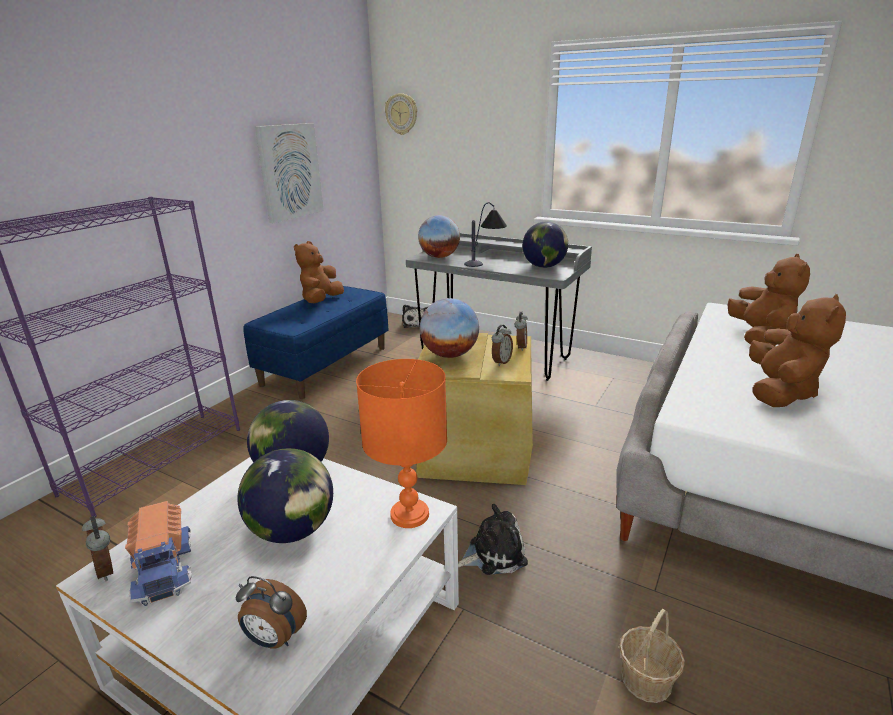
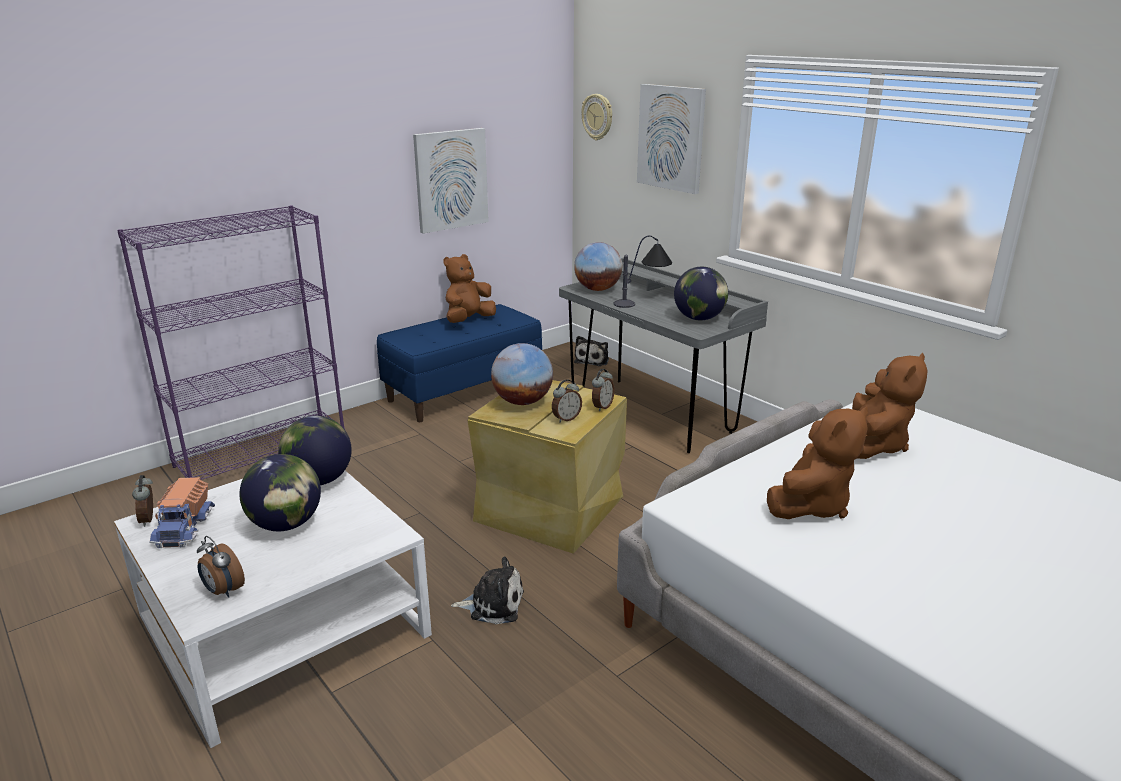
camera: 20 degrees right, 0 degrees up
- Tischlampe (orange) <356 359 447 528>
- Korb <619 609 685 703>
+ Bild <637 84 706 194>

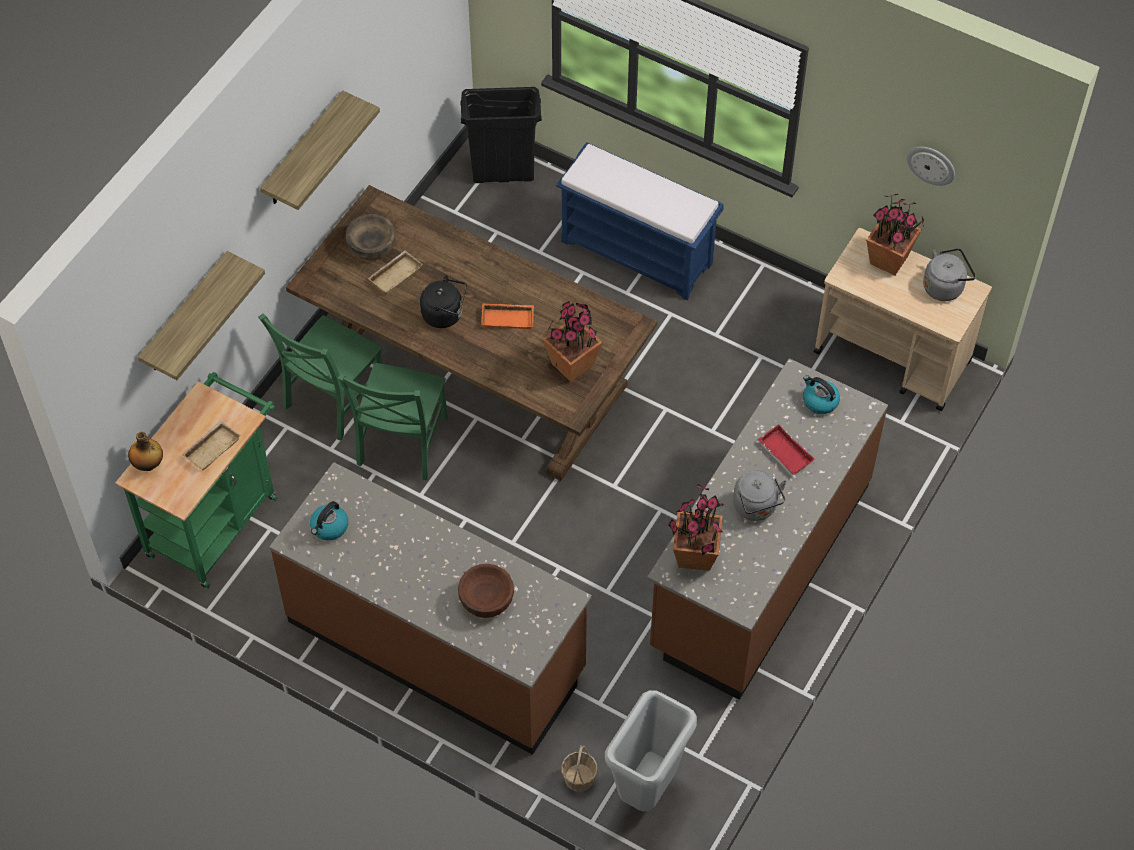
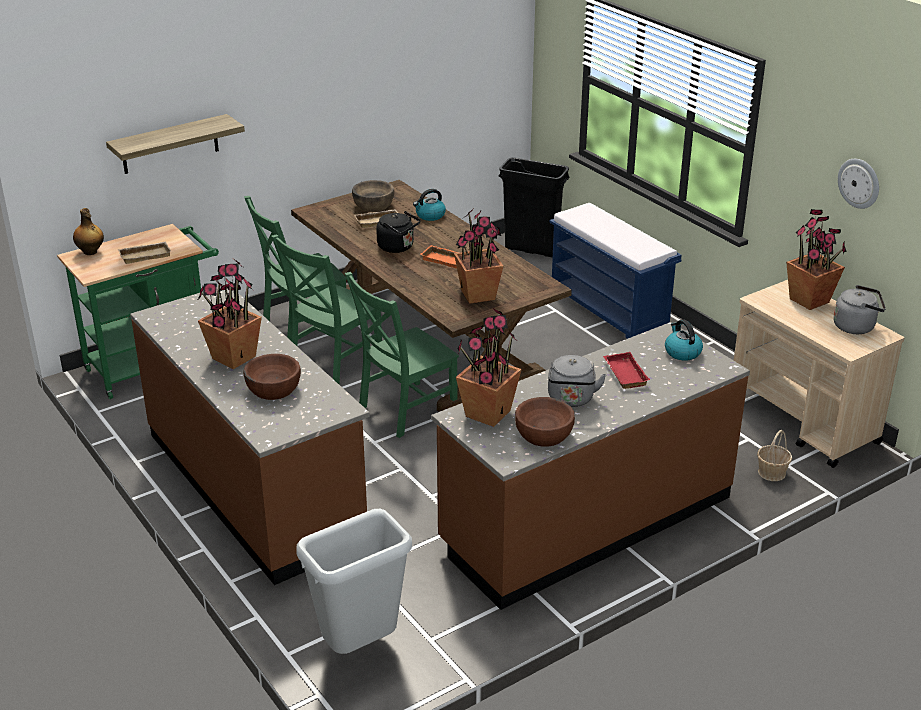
camera: 25 degrees right, 25 degrees down
- Wandregal <260 91 380 210>
~ Wasserkessel <310 501 348 540> to <413 189 446 221>
~ Korb <561 745 598 792> to <757 430 792 481>
+ Topfpflanze <198 260 262 369>
+ Stuhl (grün) <345 272 459 438>
+ Schüssel (braun) <515 397 575 447>

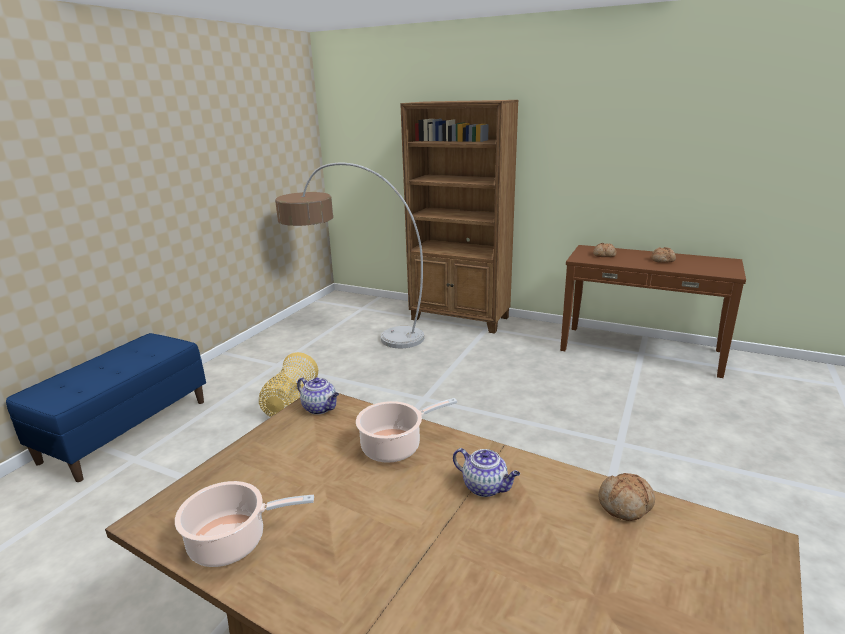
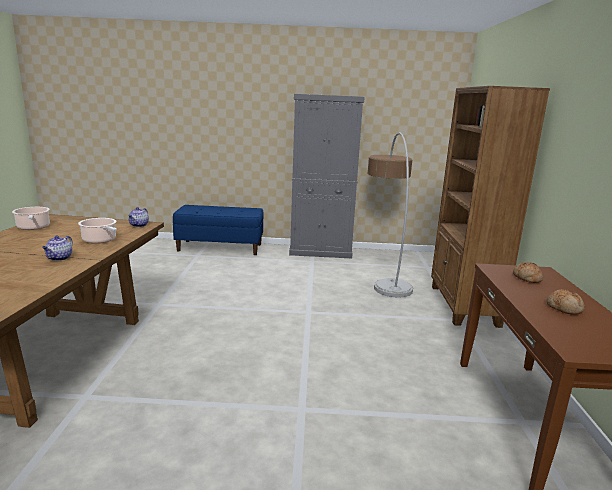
camera: 65 degrees right, 5 degrees down
- Korb <259 352 318 417>
- Brot <599 473 655 521>
+ Schrank (grau) <289 94 365 258>

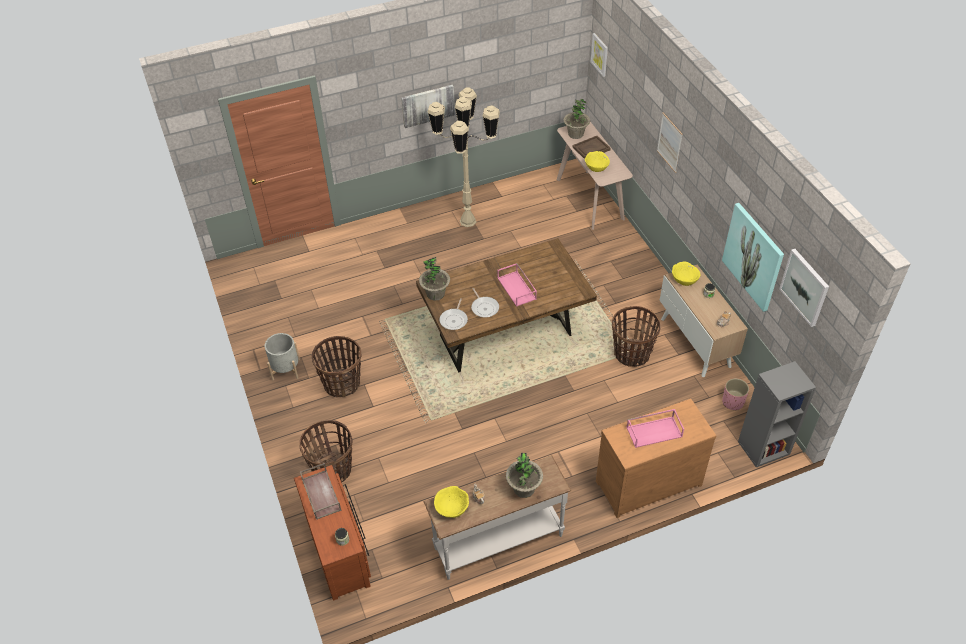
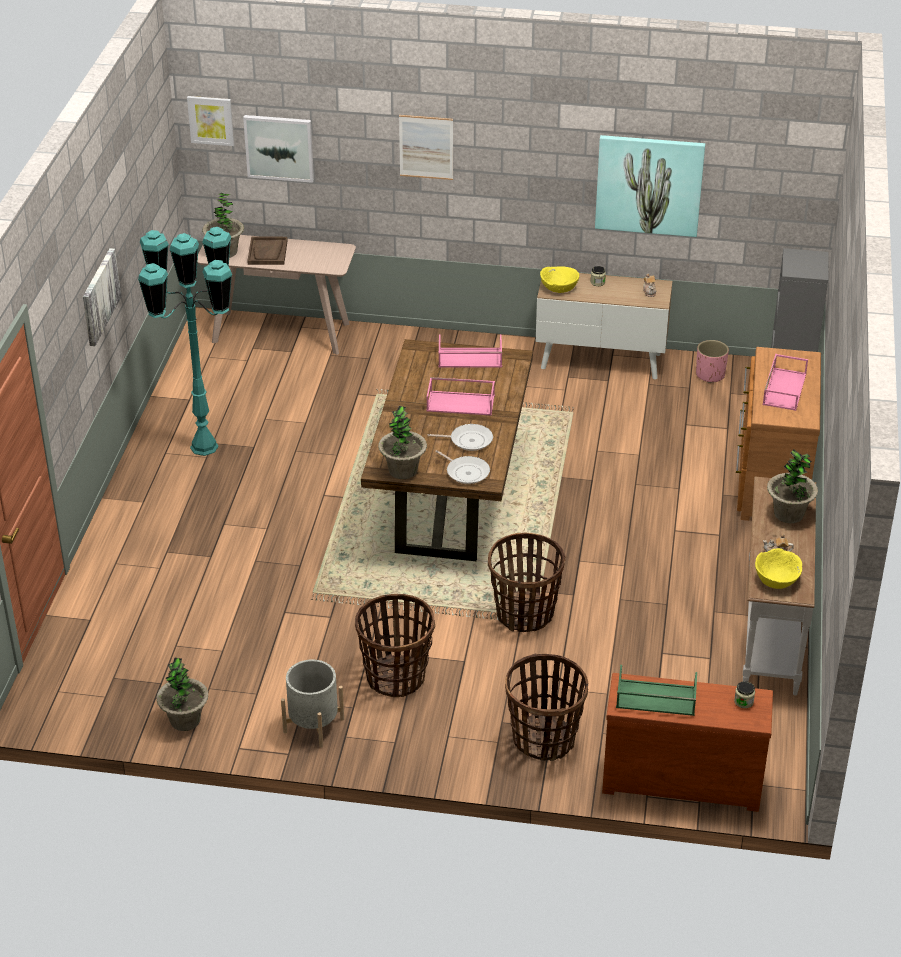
camera: 60 degrees left, 10 degrees down
~ Tablett (braun) <300 463 342 520> to Tablett (grün) <616 665 697 716>
~ Stehlampe (beige) <427 87 500 227> to Stehlampe (türkis) <138 227 232 456>
- Schüssel (gelb) <585 151 610 172>
~ Korb <612 306 661 367> to <488 533 566 632>
~ Bild <779 249 829 327> to <243 115 314 183>
+ Topfpflanze <156 658 209 731>
+ Tablett (rosa) <438 334 502 367>

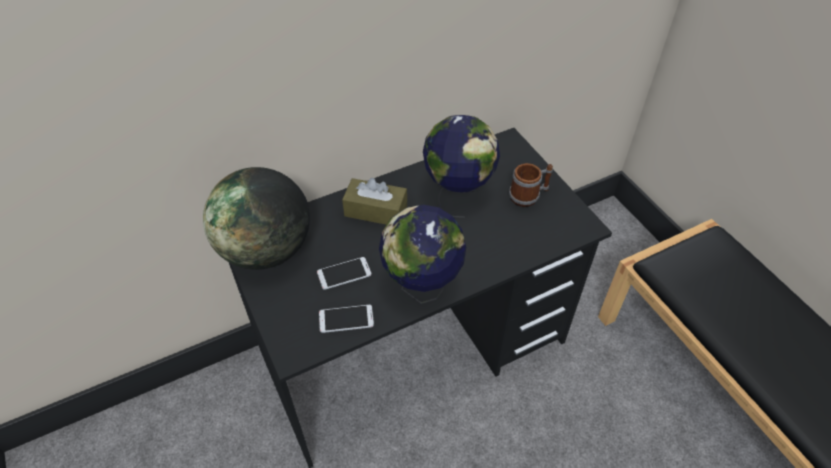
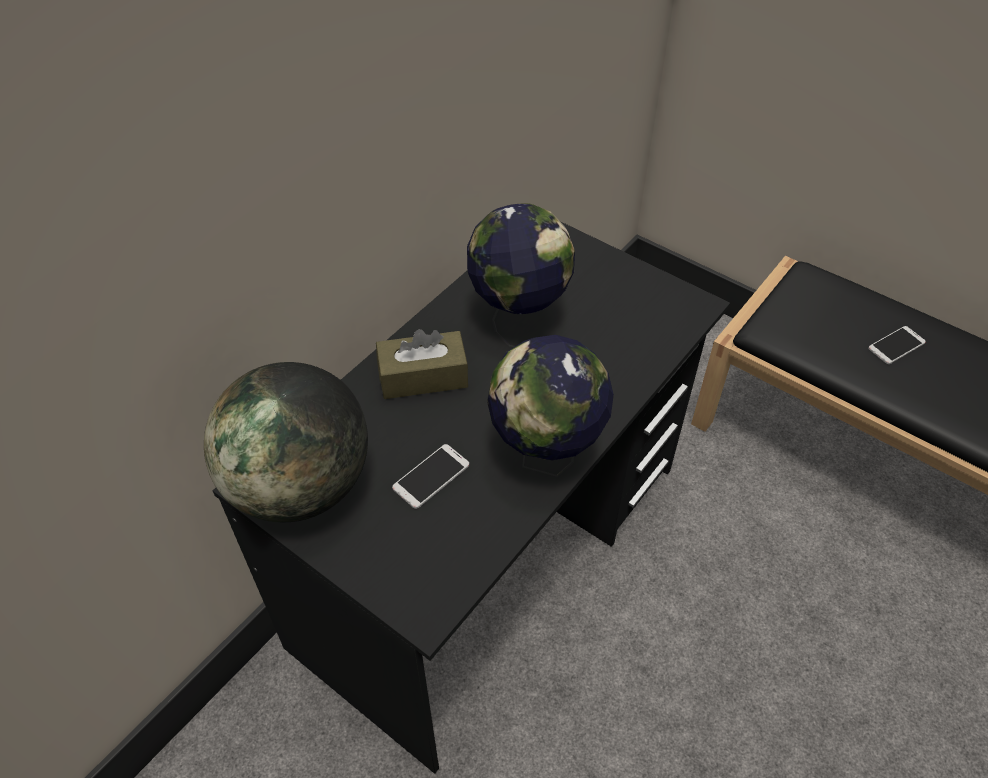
camera: 25 degrees left, 0 degrees up
~ Handy <319 305 374 333> to <868 326 926 364>
- Henkelbecher <509 163 553 207>

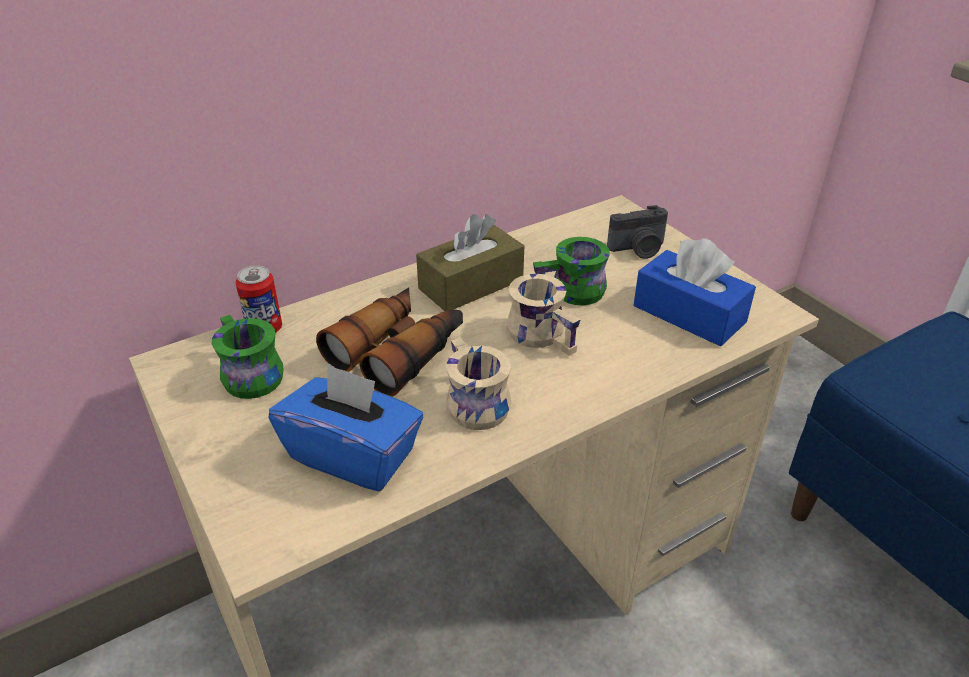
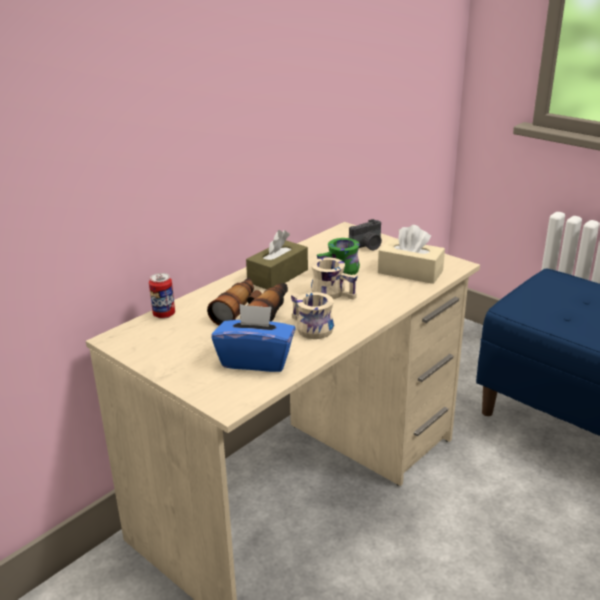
camera: 15 degrees left, 10 degrees down
- Henkelbecher (grün) <212 315 284 399>
~ Taschentuchbox (blau) <634 238 756 346> to Taschentuchbox (beige) <378 225 445 284>

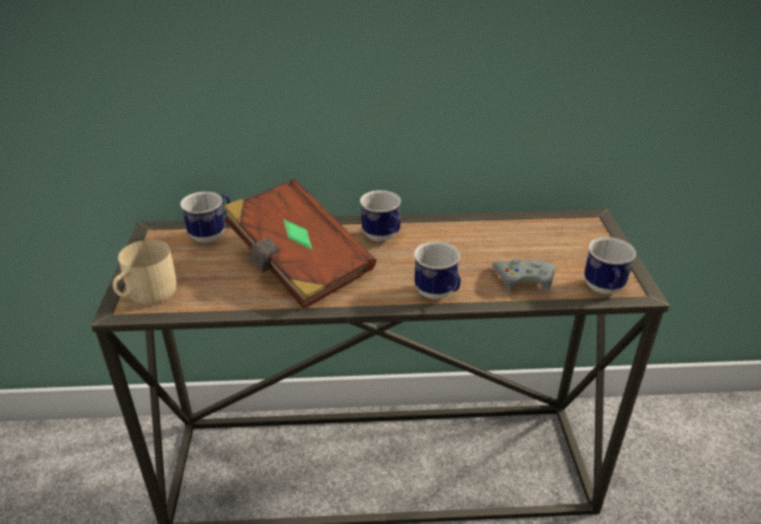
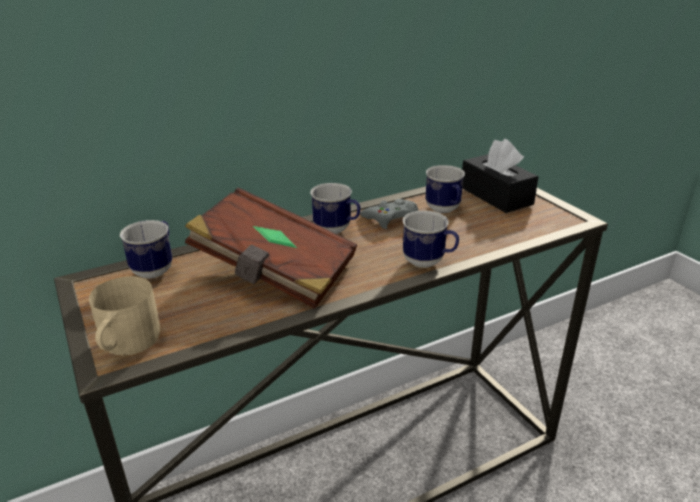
camera: 25 degrees left, 5 degrees down
~ Gamepad (grau) <492 258 555 292> to <360 199 419 229>
~ Henkelbecher <584 237 636 295> to <426 165 465 213>
+ Taschentuchbox (schwarz) <462 139 538 213>

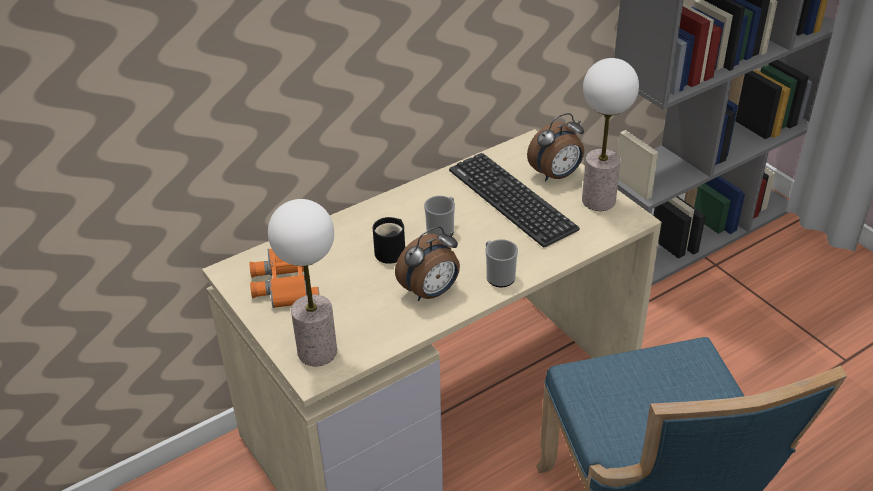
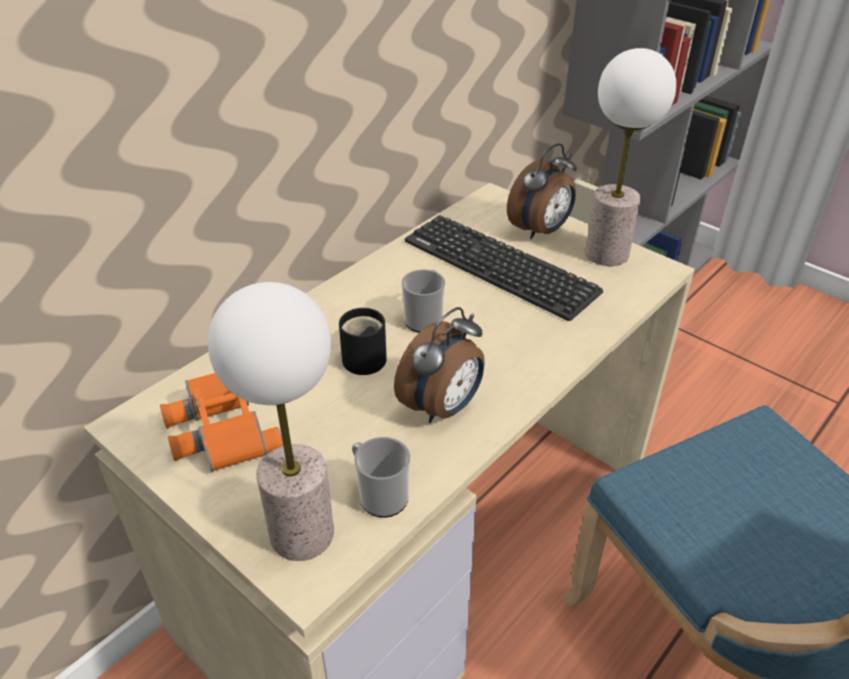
camera: 15 degrees left, 0 degrees up
~ Henkelbecher <485 239 518 287> to <352 437 410 518>

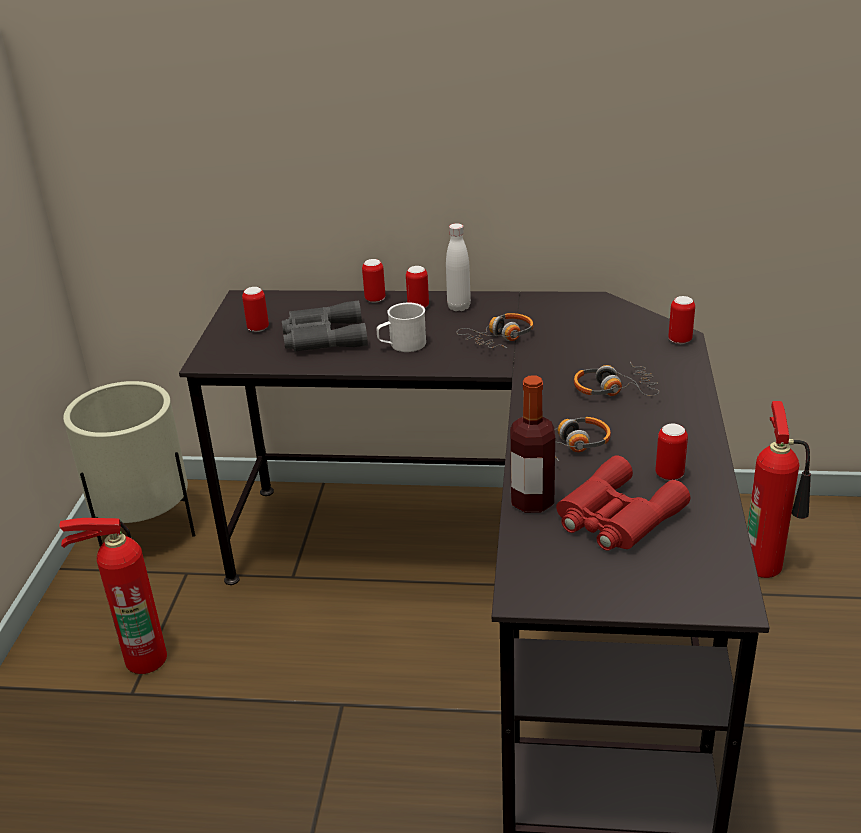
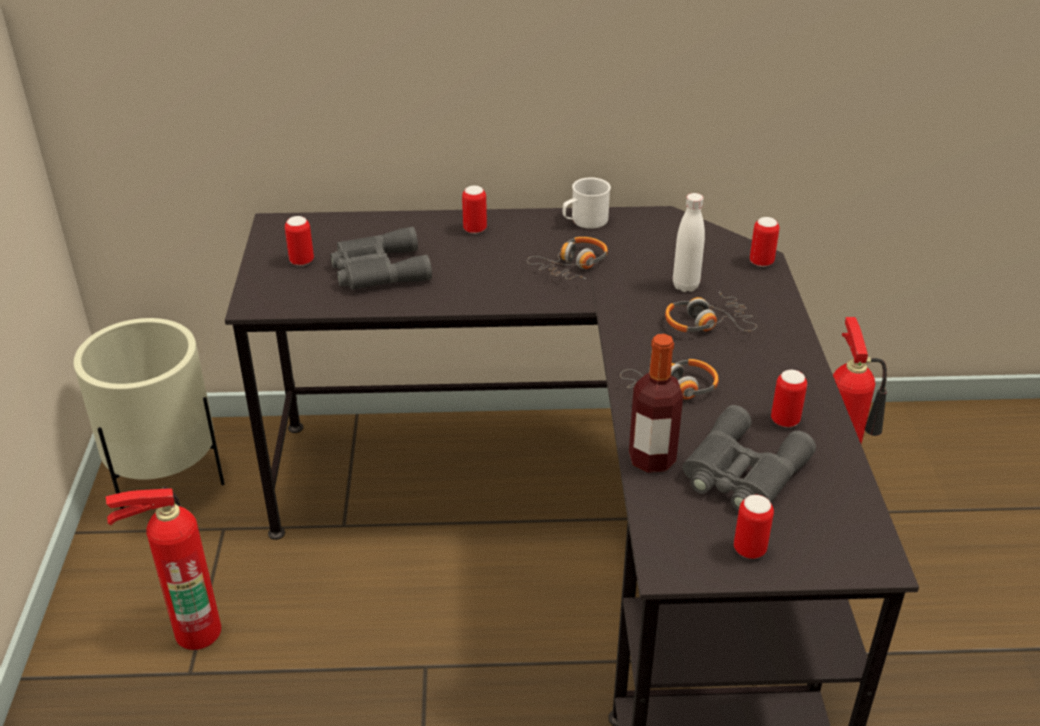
camera: 10 degrees left, 5 degrees up
~ Dose <362 259 386 303> to <734 495 774 559>
~ Henkelbecher (weiß) <377 302 426 352> to <563 177 611 229>
~ Flasche (weiß) <446 223 471 311> to <673 193 705 292>
~ Fernglas (rot) <556 456 690 551> to Fernglas (grau) <682 405 816 511>

